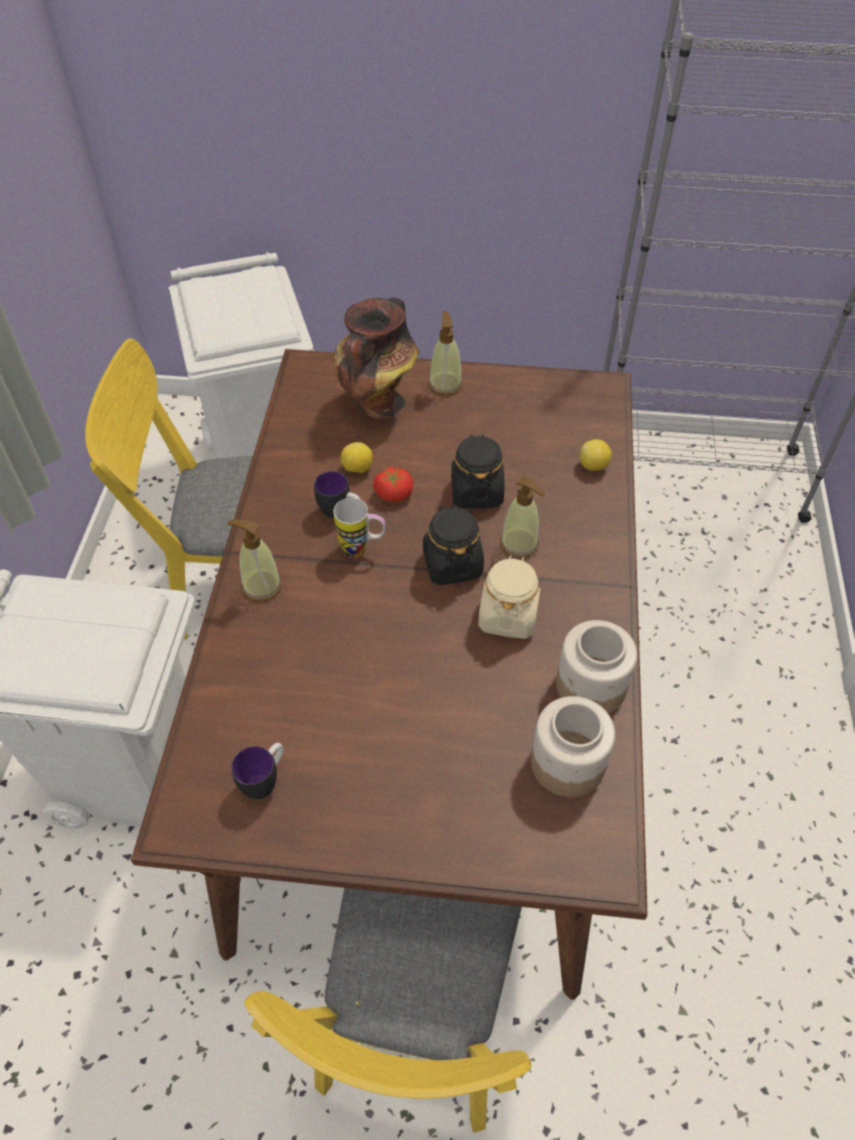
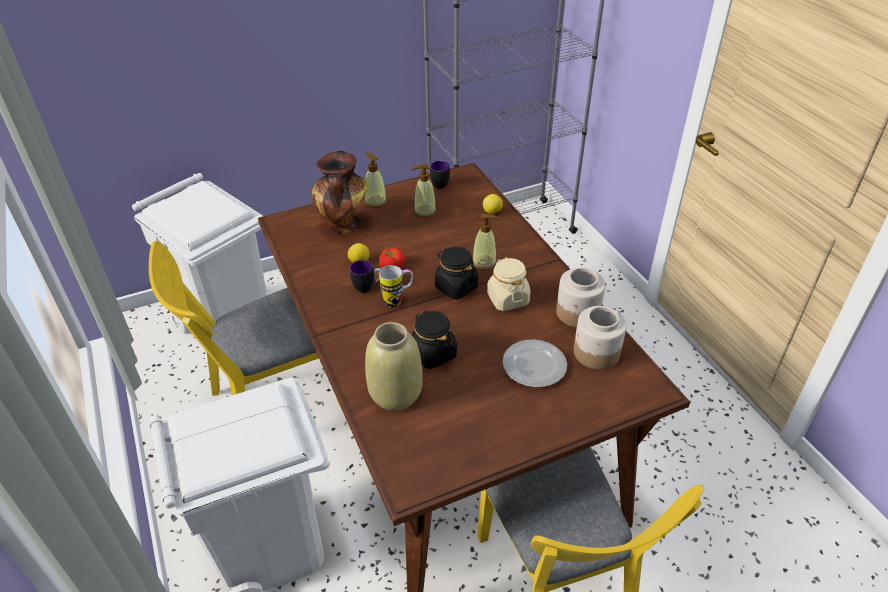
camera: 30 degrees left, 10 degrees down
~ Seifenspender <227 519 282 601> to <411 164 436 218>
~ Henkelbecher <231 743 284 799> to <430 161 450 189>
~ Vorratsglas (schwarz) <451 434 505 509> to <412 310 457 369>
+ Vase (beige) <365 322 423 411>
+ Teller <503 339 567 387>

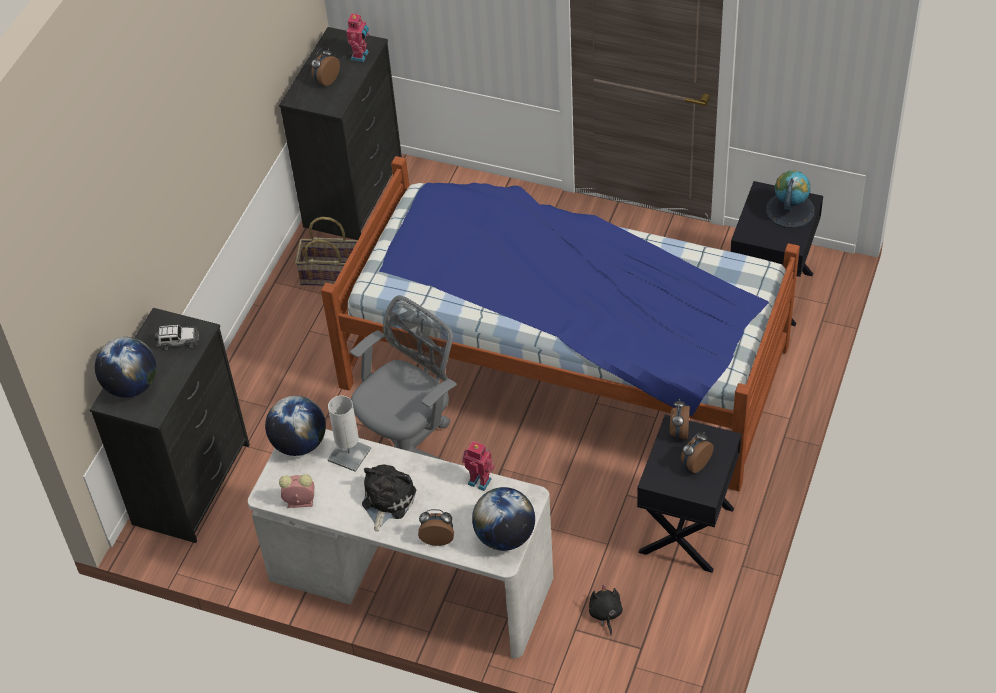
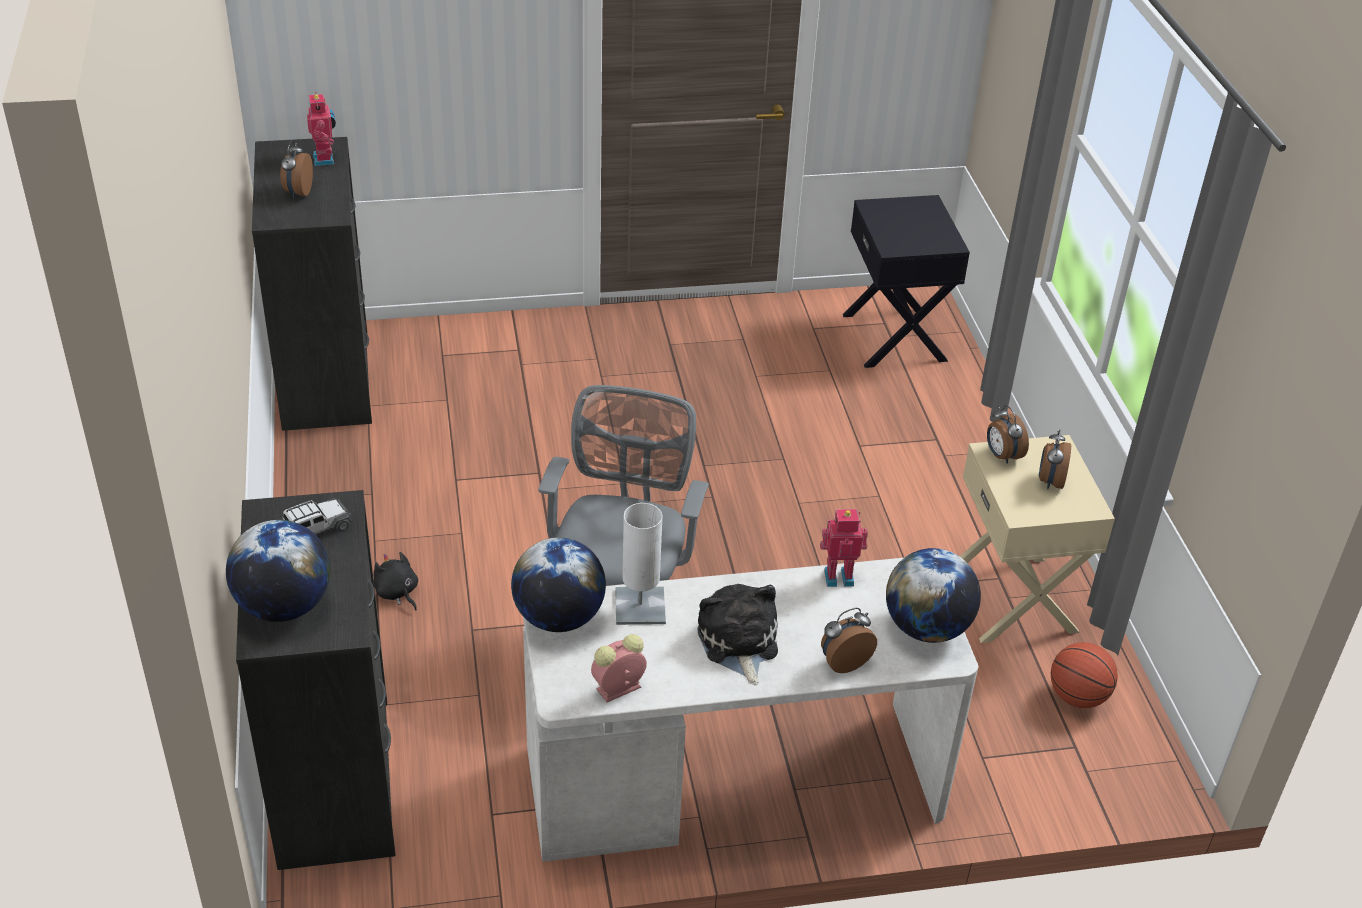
camera: 35 degrees left, 10 degrees down
- Korb <295 217 358 286>
- Bett <321 156 800 491>
~ Plüschtier (schwarz) <589 585 623 635> to <373 552 418 611>
~ Nachttisch (schwarz) <637 415 741 573> to Nachttisch (beige) <960 435 1115 643>
- Globus <766 170 815 228>
+ Basketball <1051 642 1118 708>

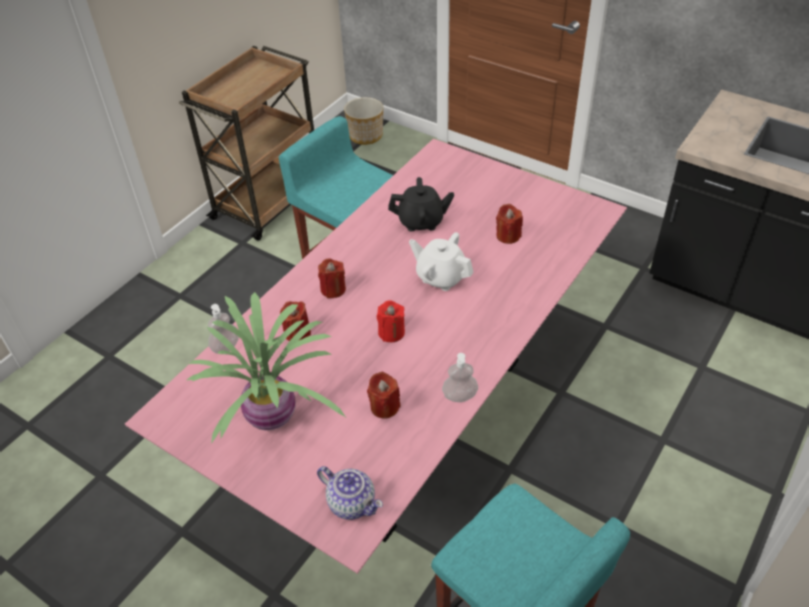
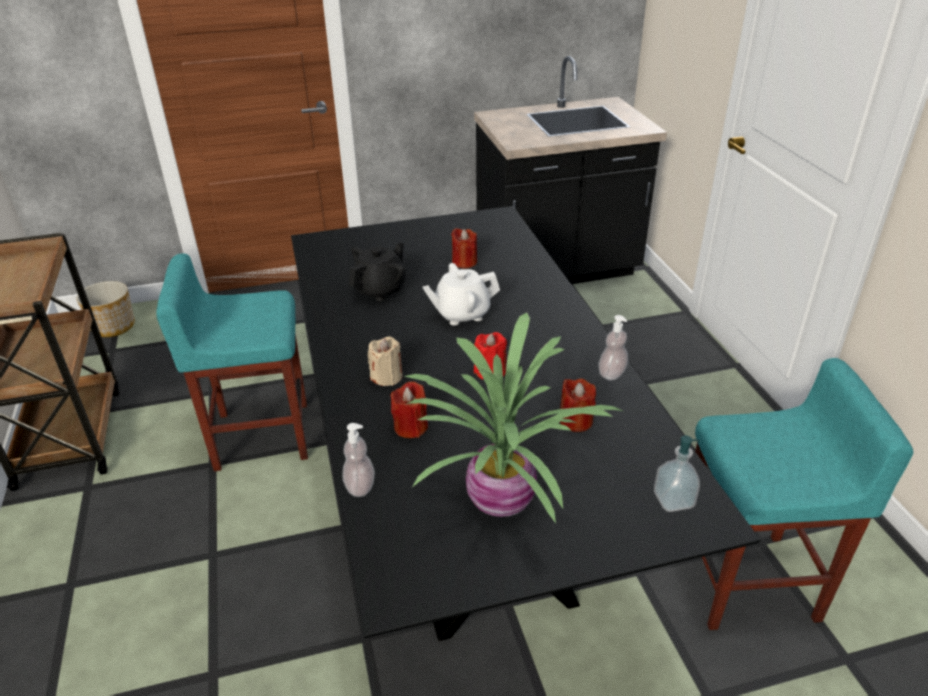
camera: 50 degrees left, 10 degrees down
~ Esstisch (rosa) <125 139 627 574> to Esstisch (schwarz) <291 206 761 641>
~ Teekanne <317 466 383 520> to Seifenspender <654 435 700 512>
~ Kerze (rot) <318 259 346 298> to Kerze (beige) <368 337 403 386>

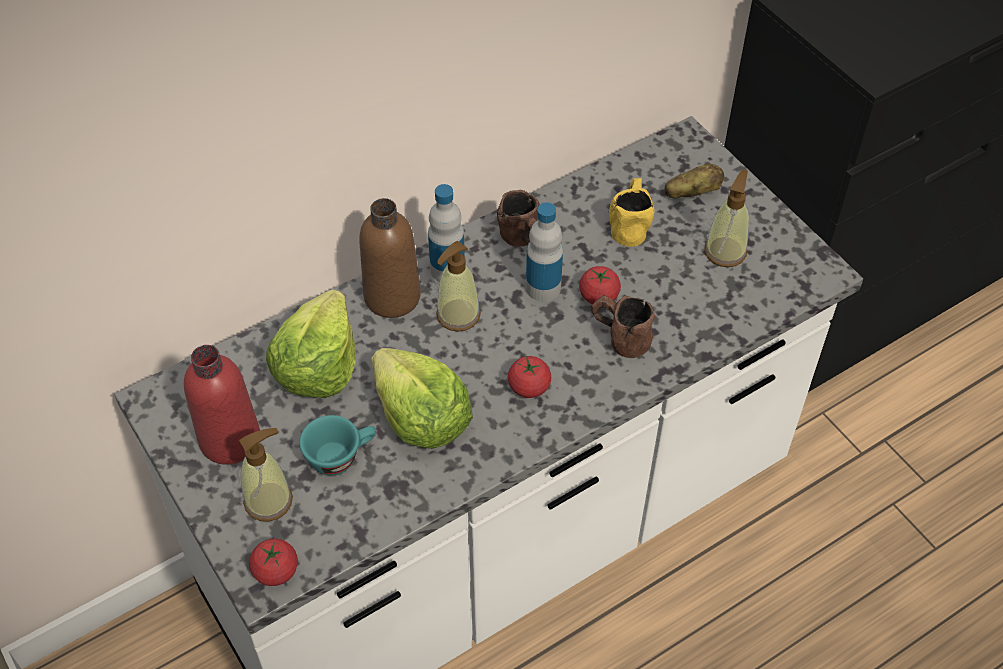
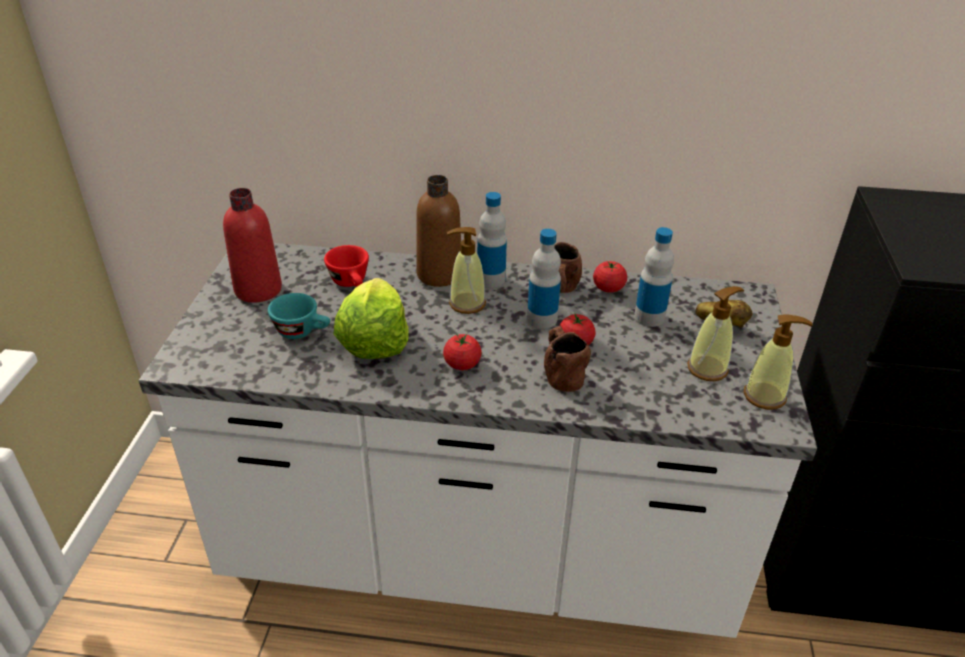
camera: 40 degrees right, 15 degrees down
~ Seifenspender <239 428 293 522> to <744 315 813 410>
~ Tomate <249 539 298 586> to <593 261 627 293>
~ Salatkopf <266 289 356 398> to Tasse (rot) <324 245 369 287>
~ Henkelbecher (gelb) <609 178 654 247> to Flasche <634 227 674 327>

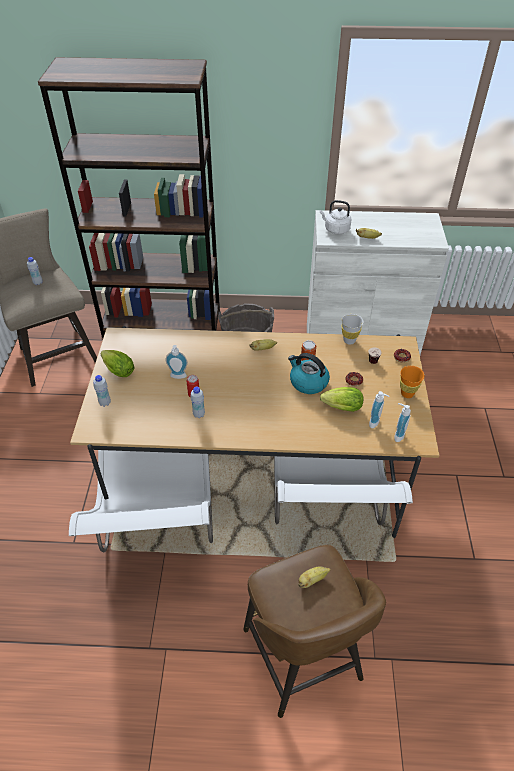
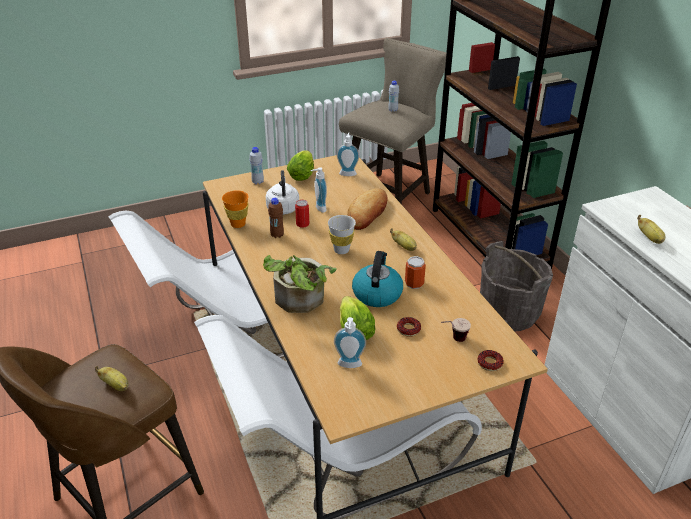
camera: 65 degrees right, 10 degrees down
~ Flasche (weiß) <190 387 205 418> to Flasche (braun) <268 198 284 238>
~ Wasserkessel (weiß) <320 200 352 234> to <266 170 299 215>
~ Tasse (weiß) <341 314 363 345> to <328 215 356 254>
~ Seifenspender <394 403 411 442> to <337 133 359 176>
~ Tasse (orange) <400 366 425 398> to <222 190 249 228>
+ Topfpflanze <263 255 337 313>
+ Brot <347 188 388 230>

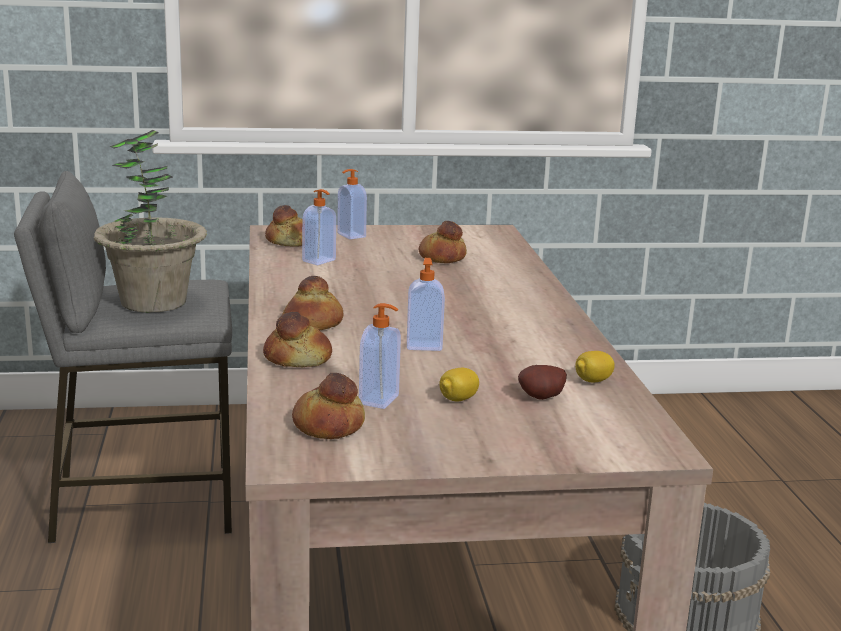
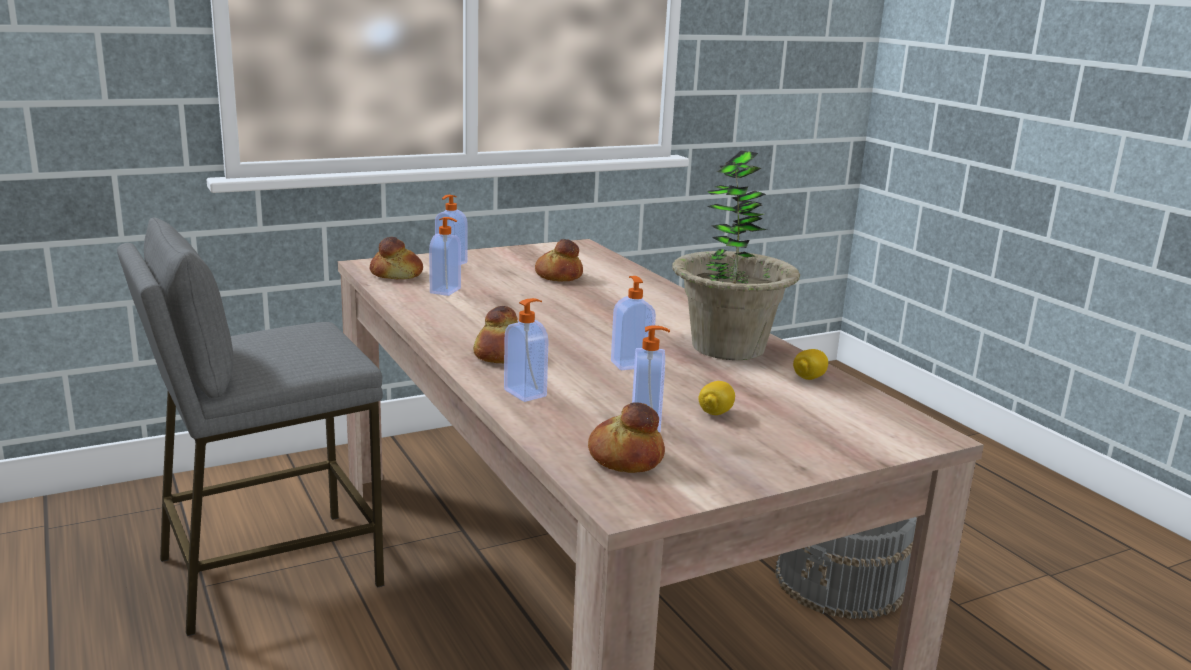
camera: 20 degrees left, 0 degrees up
~ Topfpflanze <94 130 207 313> to <672 150 800 360>
~ Brot <263 312 332 367> to Seifenspender <504 298 548 402>
- Kartoffel <518 365 567 400>

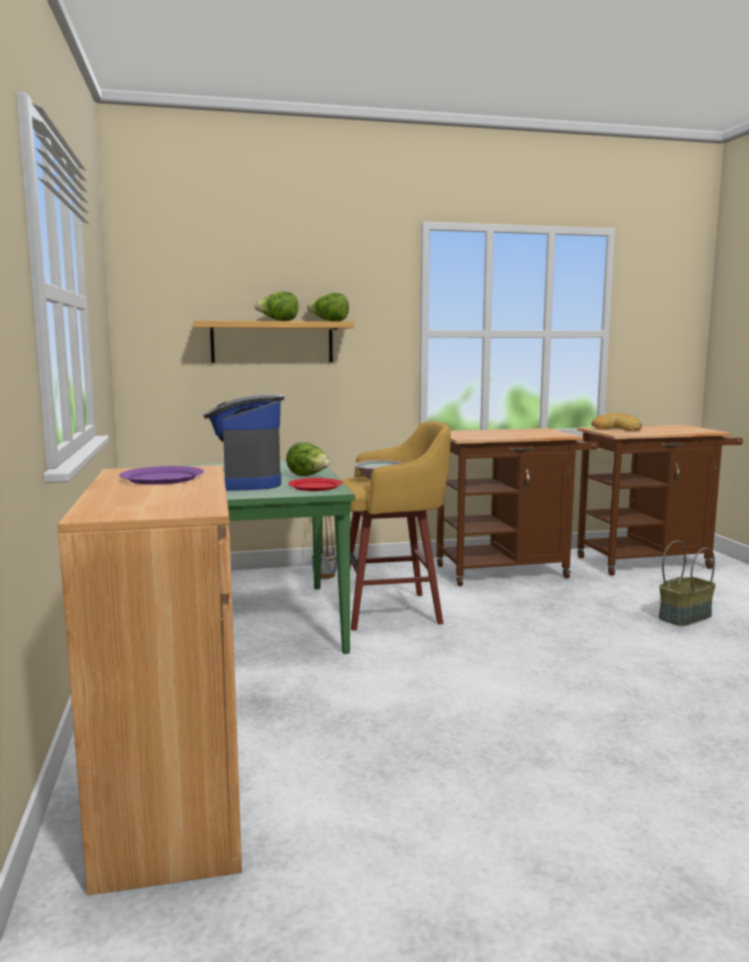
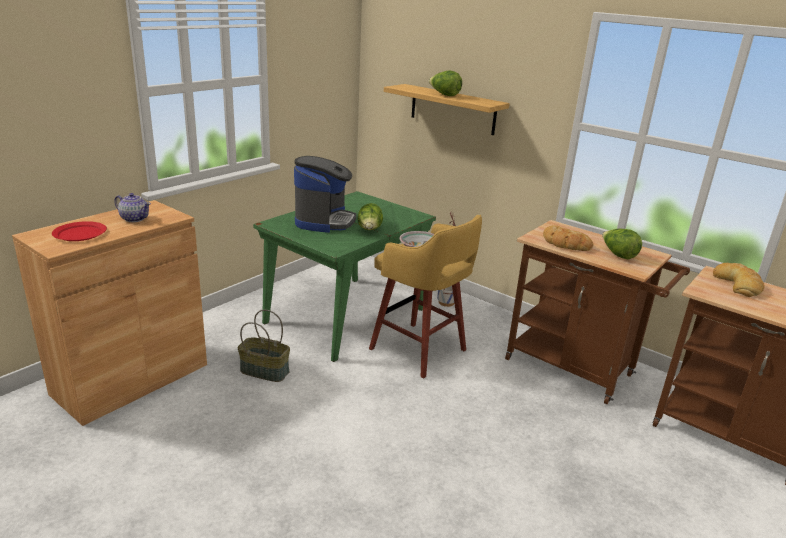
camera: 50 degrees right, 15 degrees up
~ Teller (lila) <119 466 204 485> to Teekanne <114 193 151 222>
~ Kaffeemaschine <203 394 284 491> = <294 156 356 233> 150 degrees clockwise
~ Teller (rot) <288 478 343 491> to <52 221 107 241>
~ Salatkopf <307 293 349 322> to <602 229 642 259>
~ Korb <659 540 716 626> to <238 310 290 382>
+ Brot <543 225 593 251>

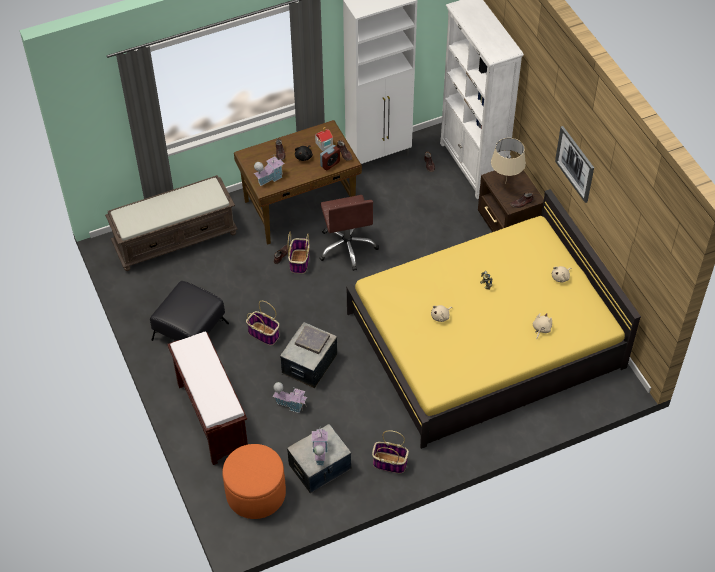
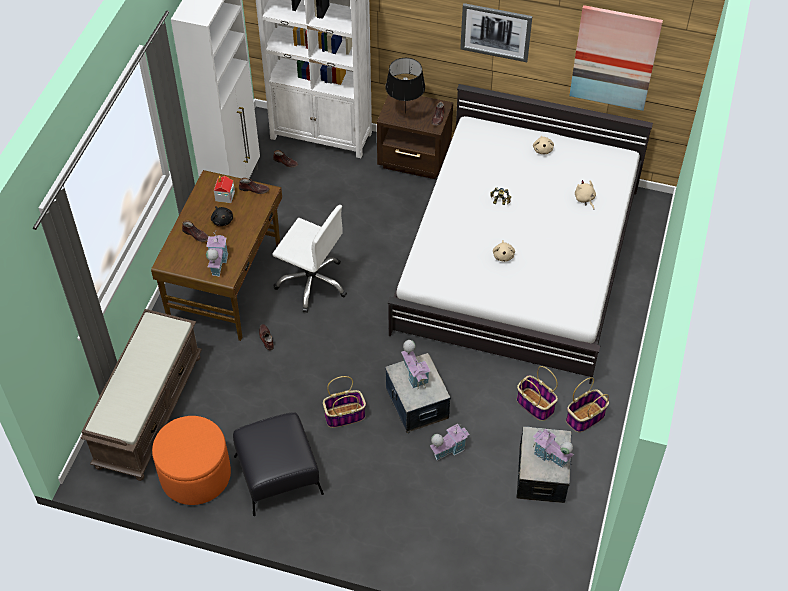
camera: 50 degrees left, 0 degrees up
- Bank (braun) <167 332 248 465>
~ Polsterhocker (orange) <222 444 286 519> to <152 416 231 505>
~ Korb <288 232 310 274> to <517 366 558 421>
~ Buch (grau) <295 325 330 354> to Spielzeughaus <401 340 430 389>
~ Bürostuhl (braun) <319 195 379 271> to Bürostuhl (weiß) <272 205 347 313>
- Wecker <320 145 340 171>
~ Bett (gelb) <346 189 641 449> to Bett (weiß) <388 84 653 384>
~ Tischlampe (beige) <491 138 526 179> to Tischlampe (schwarz) <385 58 425 108>
+ Bild <569 5 663 111>

